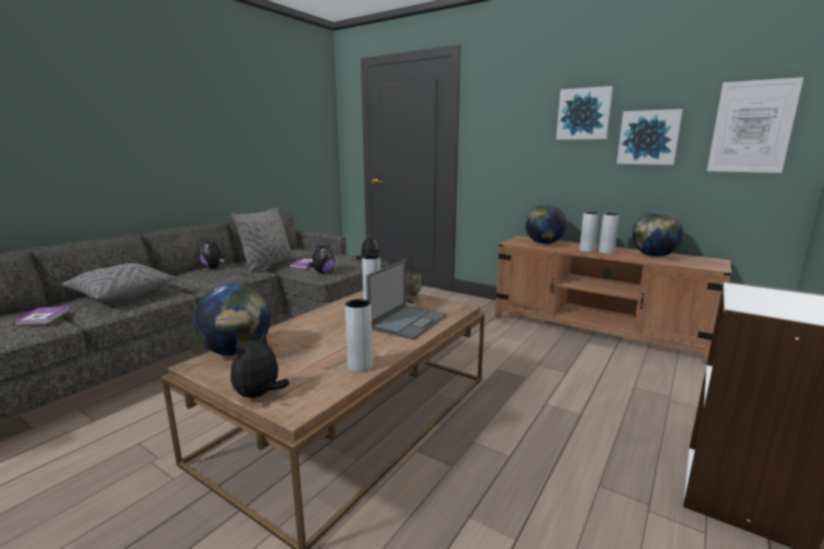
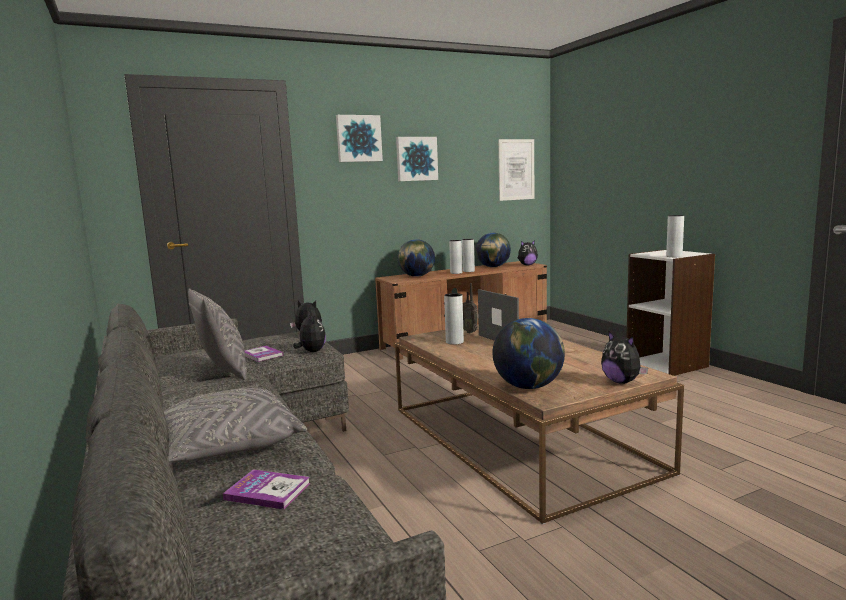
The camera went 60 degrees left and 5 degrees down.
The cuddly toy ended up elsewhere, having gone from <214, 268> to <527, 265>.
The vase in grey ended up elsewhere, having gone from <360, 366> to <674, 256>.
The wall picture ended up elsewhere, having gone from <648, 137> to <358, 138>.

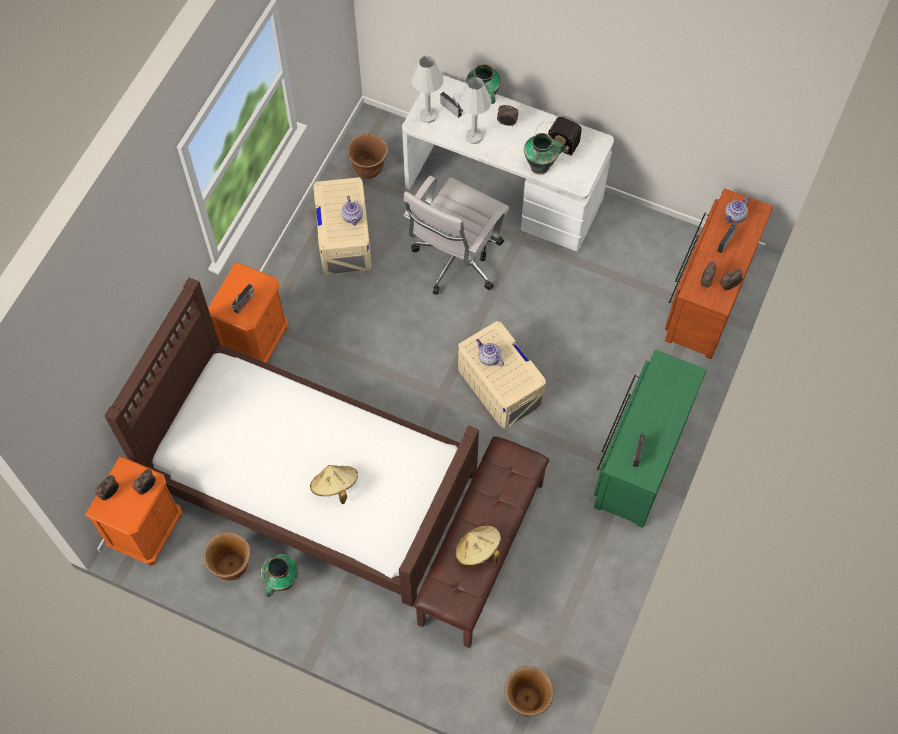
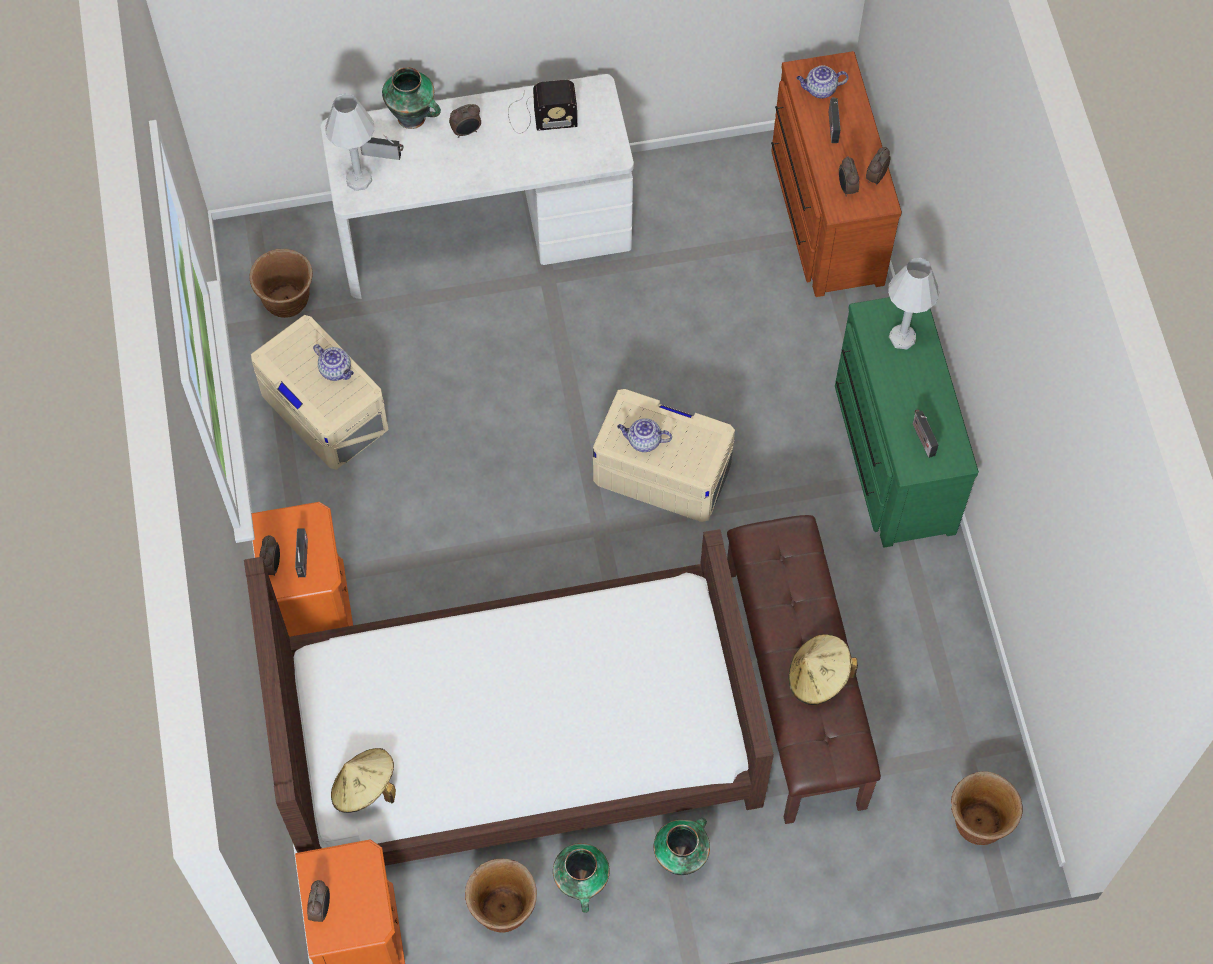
The camera went 35 degrees left and 0 degrees up.
The bedside clock ended up elsewhere, having gone from <147, 487> to <272, 565>.
The wearable hat in sand-coloured ended up elsewhere, having gone from <335, 487> to <364, 788>.
The second view lost the computer chair in whitish at <455, 262>.
The lamp for a table in whitish ended up elsewhere, having gone from <473, 137> to <902, 338>.
The vase ended up elsewhere, having gone from <541, 166> to <681, 859>.
The teapot at <734, 216> ended up facing another way, 75 degrees clockwise from before.

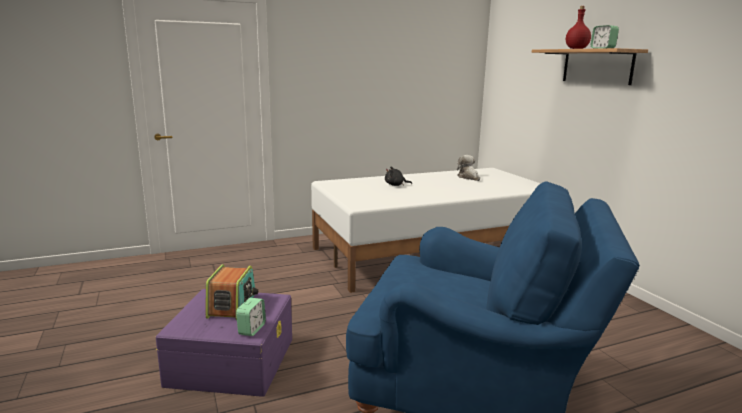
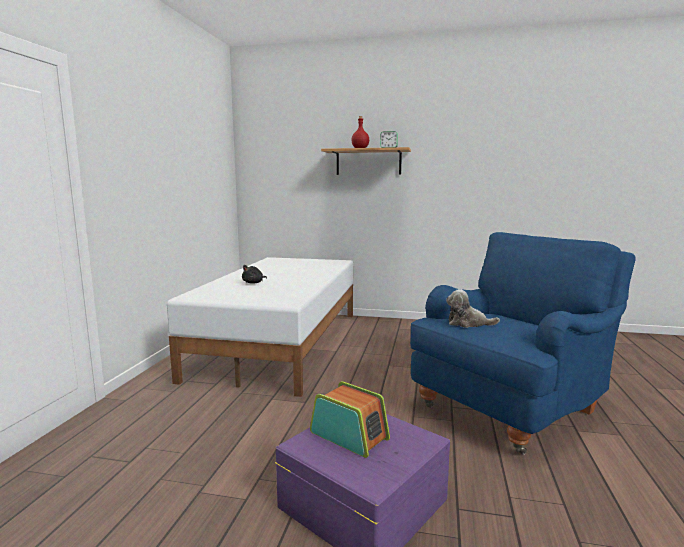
The camera went 55 degrees left and 5 degrees down.
The second view lost the bedside clock at <252, 329>.
The cuddly toy ended up elsewhere, having gone from <468, 177> to <468, 323>.

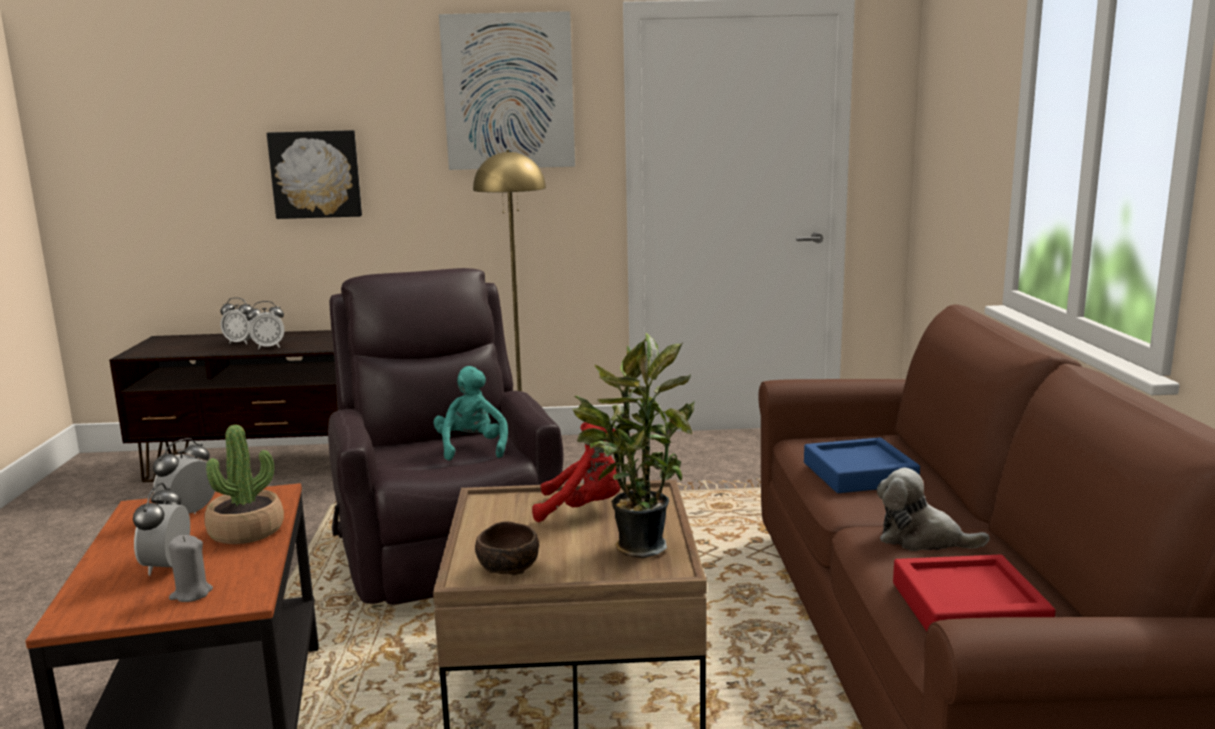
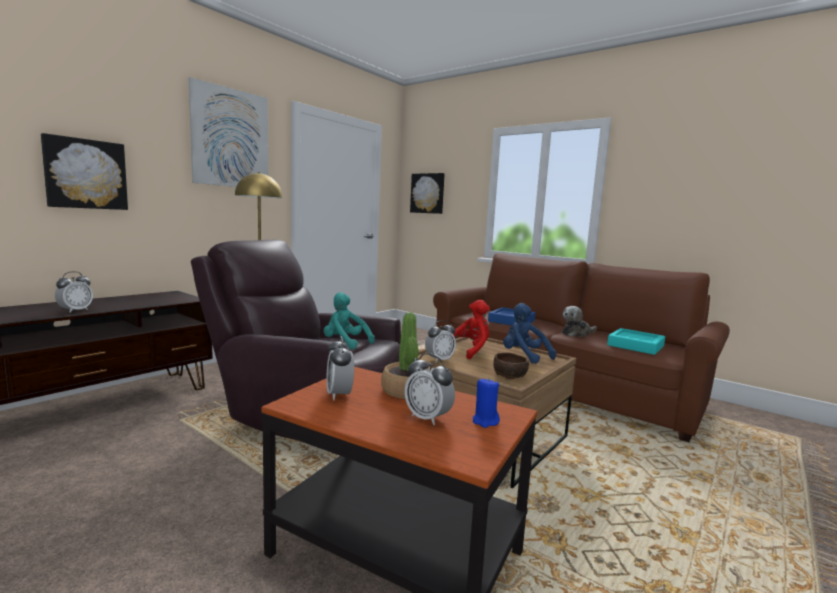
The camera went 50 degrees left and 5 degrees down.
What was the wax light in grey at <191, 594> turned into the wax light in blue-coloured at <485, 421>.
The bedside clock ended up elsewhere, having gone from <241, 343> to <439, 360>.
Where the plant in a pot stood at <636, 546>, the cuddly toy in blue-coloured came to stand at <524, 356>.
What was the tray in red-coloured at <968, 608> turned into the tray in turquoise at <635, 345>.
The second view gained the wall picture at <428, 193>.

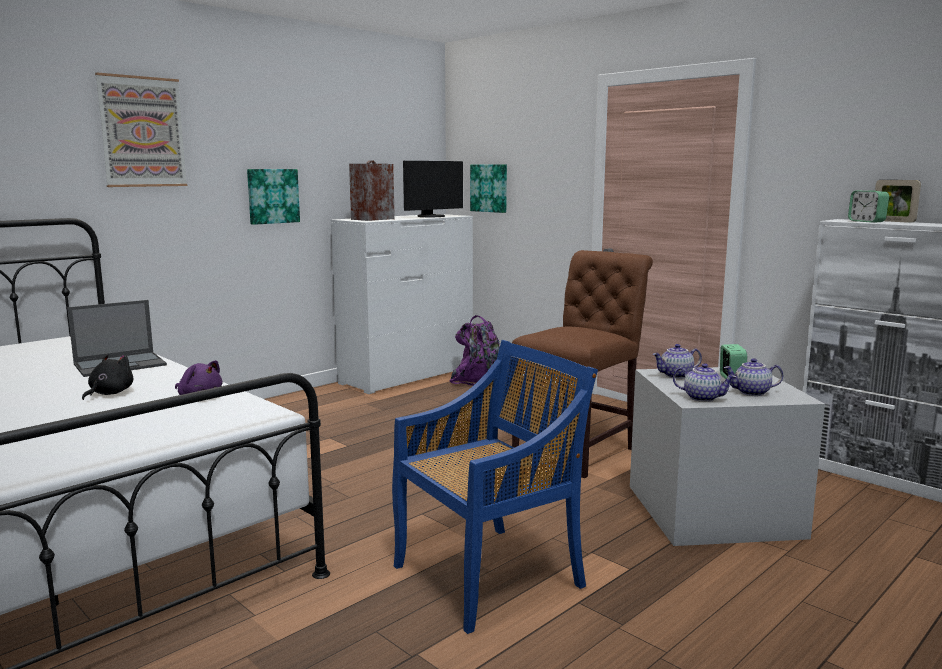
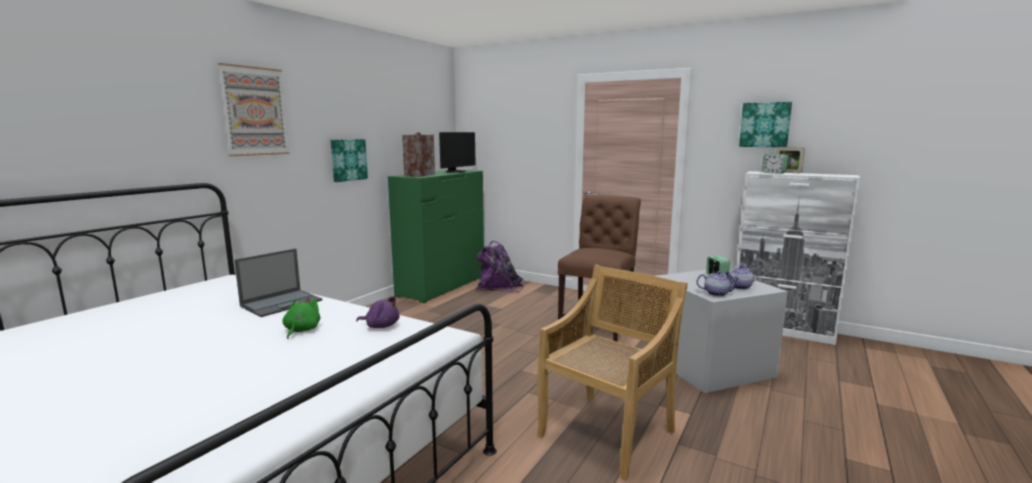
The camera went 15 degrees left and 0 degrees up.
What was the cuddly toy in black-coloured at <109, 393> turned into the cuddly toy in greenish at <301, 330>.
What was the drawer chest in whitish at <407, 376> turned into the drawer chest in greenish at <442, 286>.
What was the chair in blue-coloured at <490, 575> turned into the chair in sand-coloured at <607, 432>.
The wall picture ended up elsewhere, having gone from <489, 188> to <765, 125>.
The second view lost the teapot at <676, 376>.

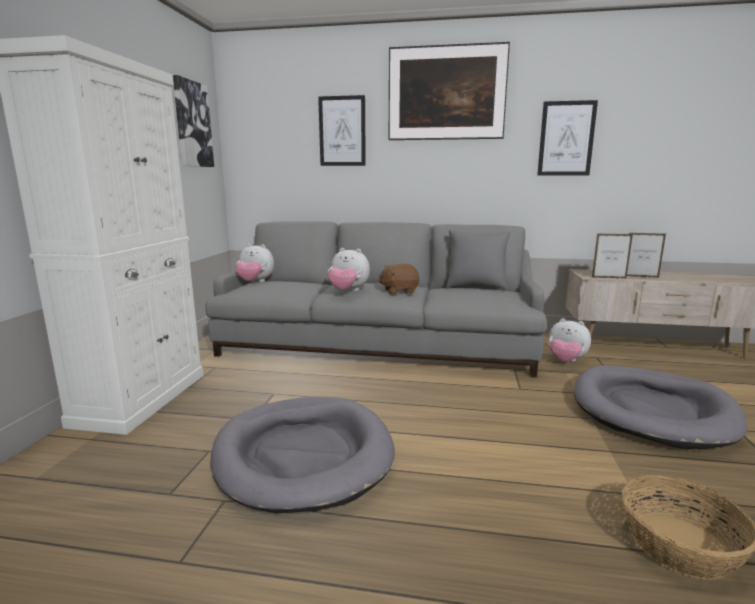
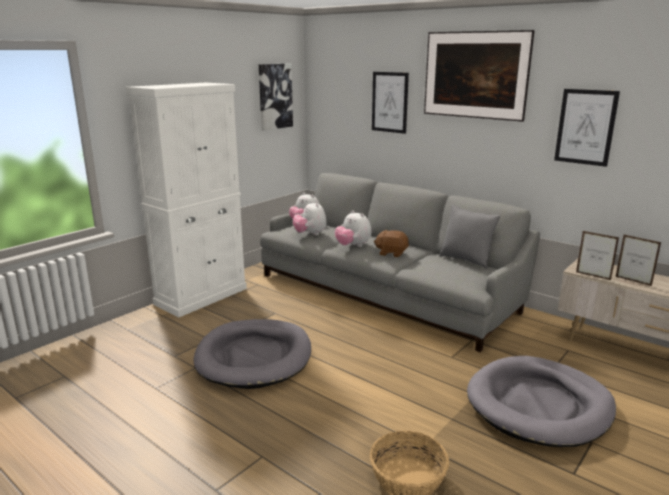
The camera went 30 degrees right and 5 degrees up.
The cuddly toy ended up elsewhere, having gone from <566, 361> to <310, 234>.

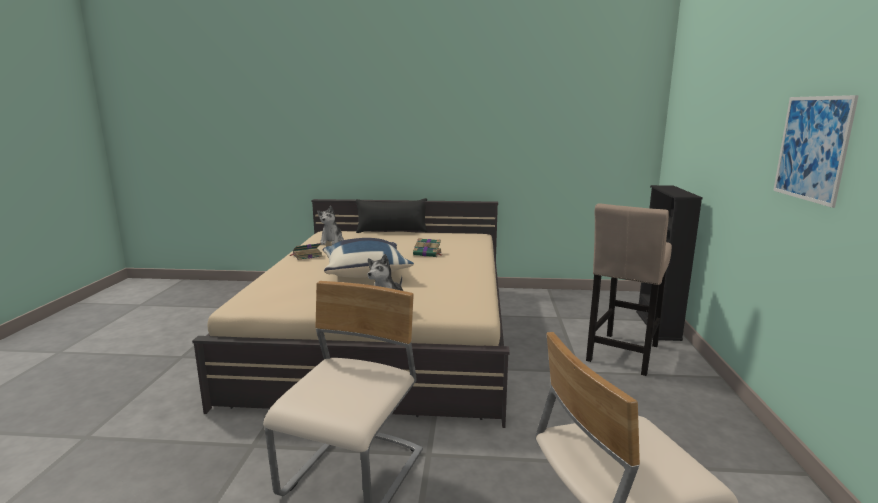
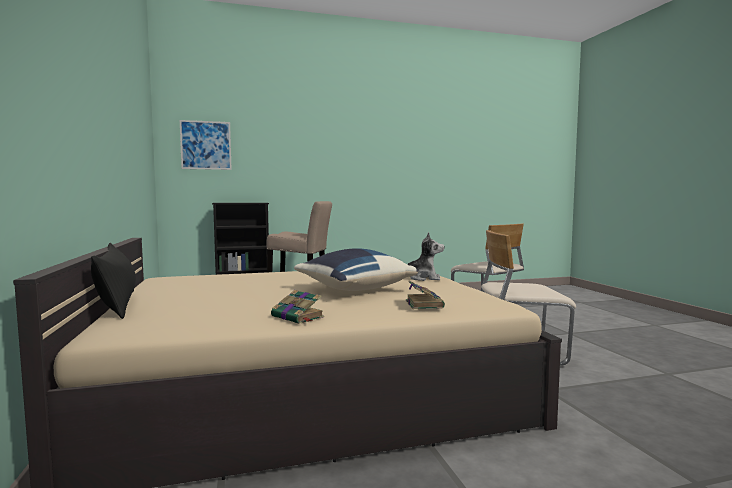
The camera went 110 degrees left and 10 degrees down.
The second view lost the cuddly toy at <332, 241>.
The book ended up elsewhere, having gone from <428, 254> to <424, 304>.
The wall picture ended up elsewhere, having gone from <812, 148> to <206, 145>.

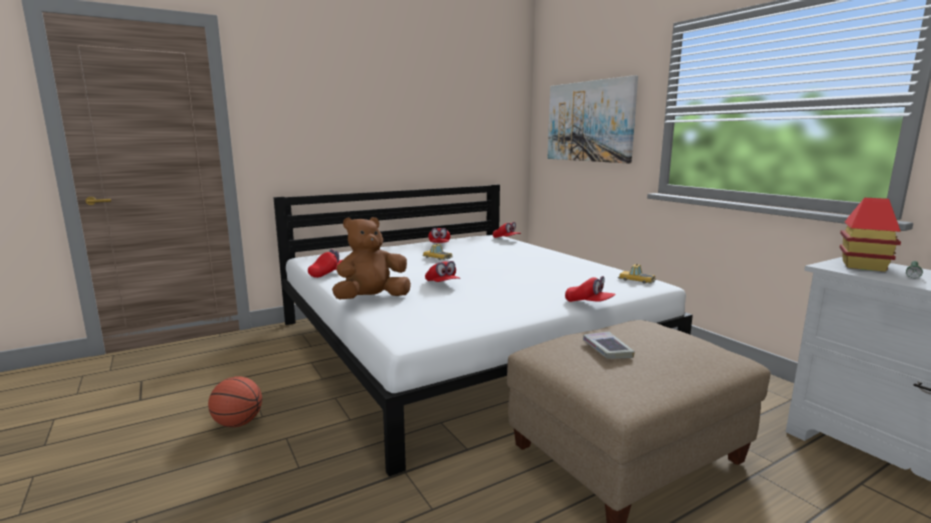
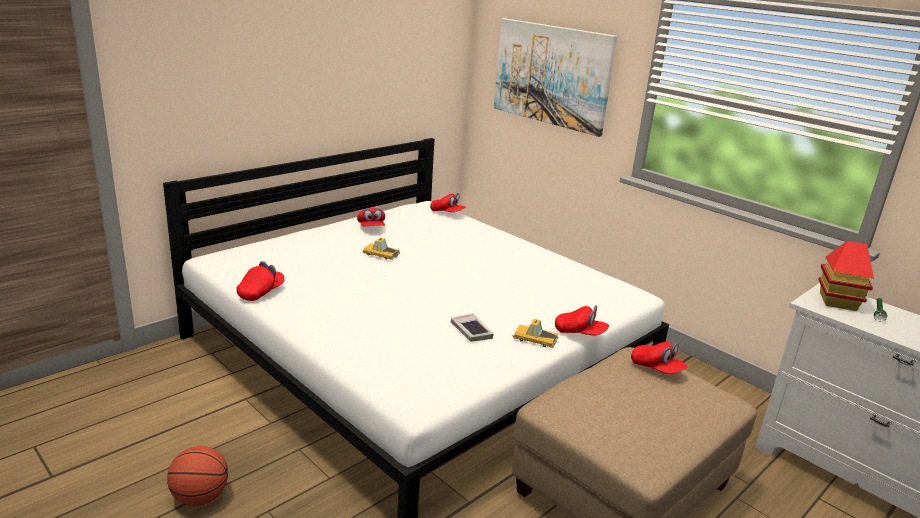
The camera went 15 degrees left and 10 degrees up.
The second view lost the cuddly toy in brown at <372, 299>.
The baseball cap in red-coloured ended up elsewhere, having gone from <442, 284> to <656, 369>.
The book ended up elsewhere, having gone from <607, 349> to <471, 331>.
The model car ended up elsewhere, having gone from <636, 280> to <534, 338>.

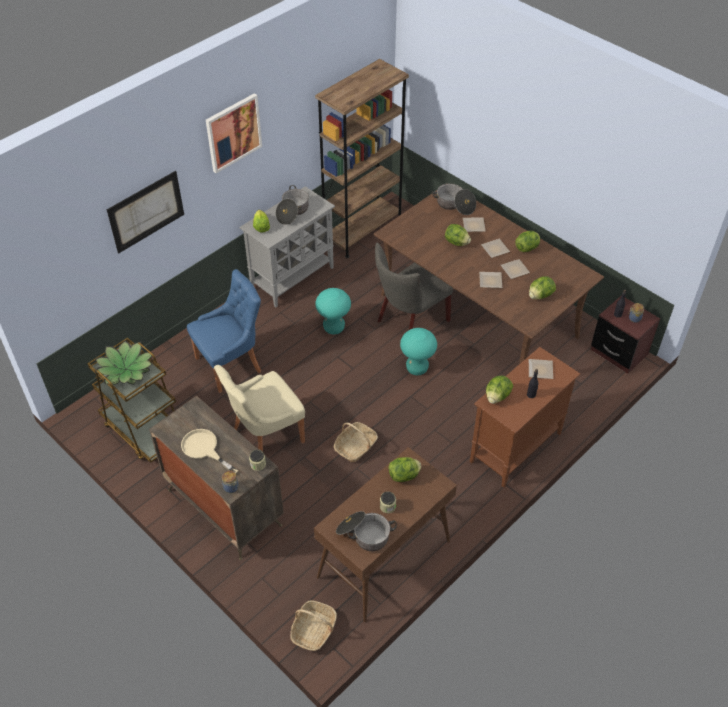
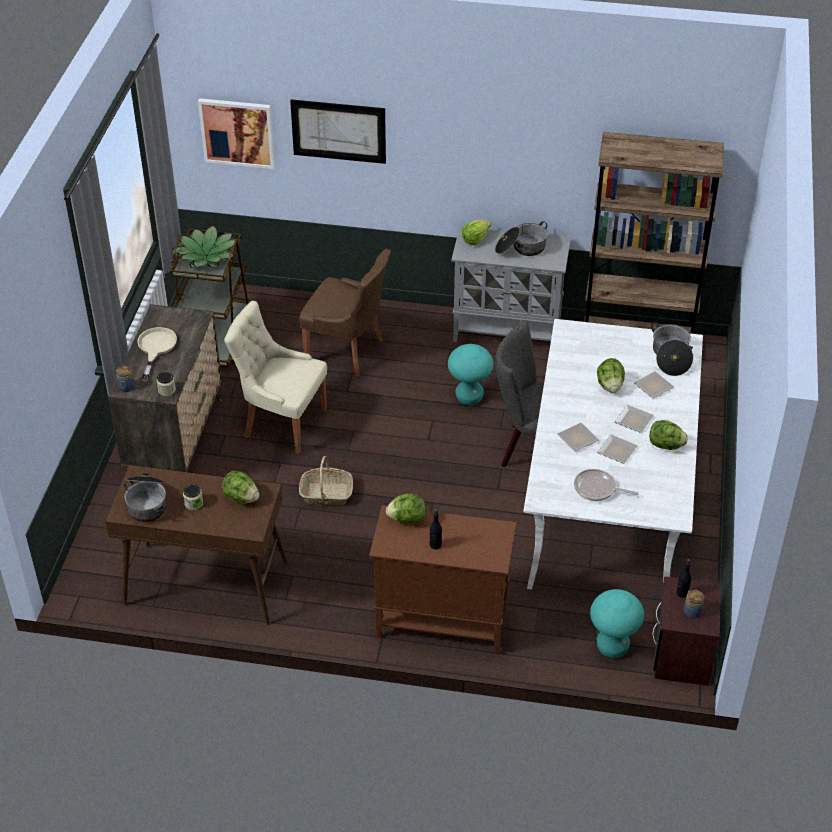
The camera went 55 degrees right and 5 degrees down.
What was the chair in blue-coloured at <231, 364> turned into the chair in brown at <347, 351>.
The wall picture ended up elsewhere, having gone from <233, 132> to <237, 132>.
The second view lost the basket at <314, 630>.
What was the kitchen table in brown at <479, 315> turned into the kitchen table in whitish at <608, 502>.
The sitting stool in turquoise ended up elsewhere, having gone from <417, 368> to <612, 647>.
Where the lettuce stood at <540, 296>, the skillet came to stand at <597, 489>.
The second view lost the flat dish at <541, 369>.

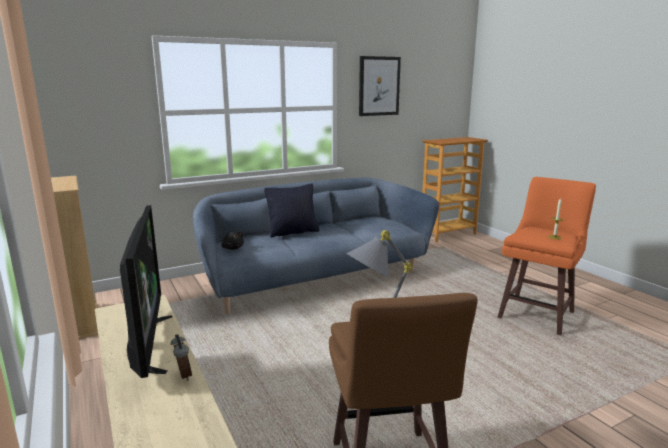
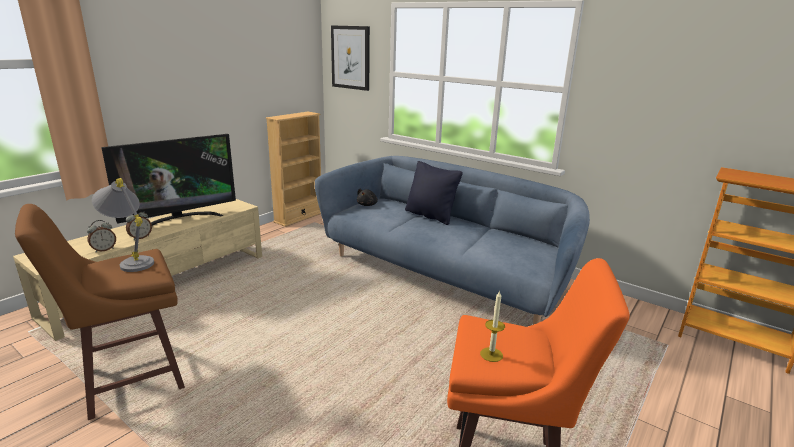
The camera went 65 degrees right and 5 degrees up.
The wall picture ended up elsewhere, having gone from <379, 86> to <351, 57>.
The second view gained the bedside clock at <104, 249>.

